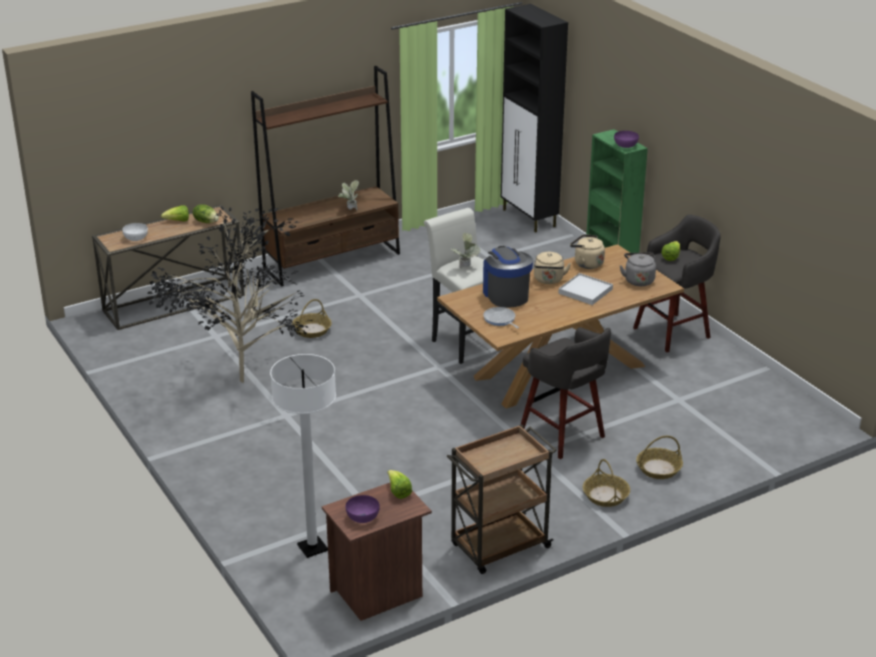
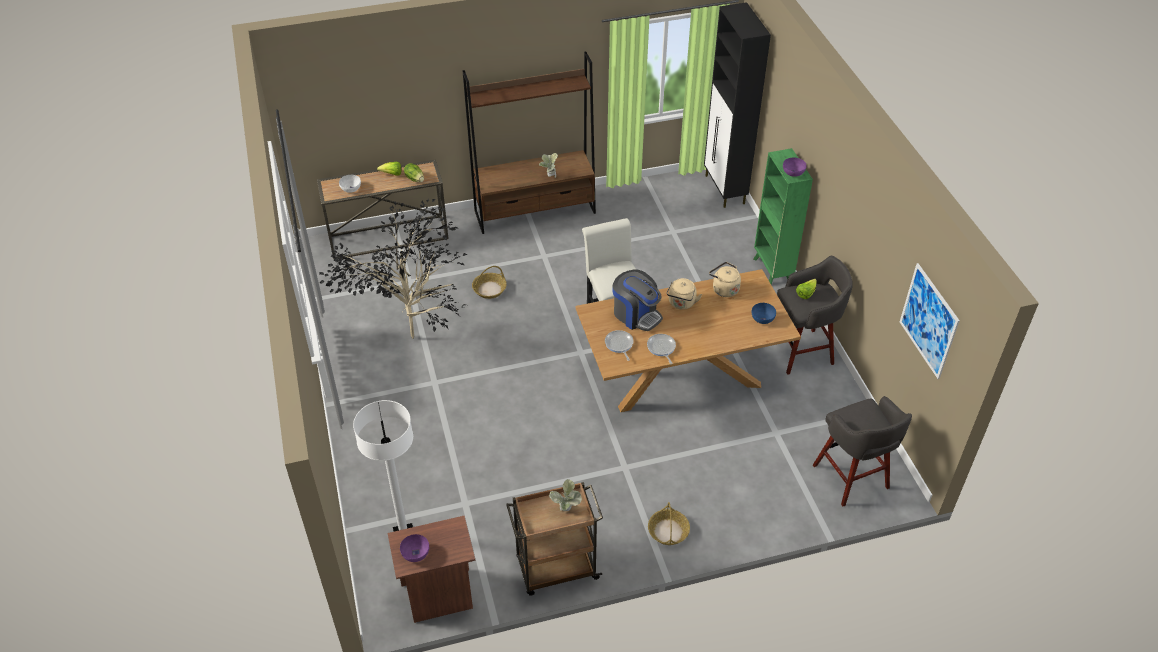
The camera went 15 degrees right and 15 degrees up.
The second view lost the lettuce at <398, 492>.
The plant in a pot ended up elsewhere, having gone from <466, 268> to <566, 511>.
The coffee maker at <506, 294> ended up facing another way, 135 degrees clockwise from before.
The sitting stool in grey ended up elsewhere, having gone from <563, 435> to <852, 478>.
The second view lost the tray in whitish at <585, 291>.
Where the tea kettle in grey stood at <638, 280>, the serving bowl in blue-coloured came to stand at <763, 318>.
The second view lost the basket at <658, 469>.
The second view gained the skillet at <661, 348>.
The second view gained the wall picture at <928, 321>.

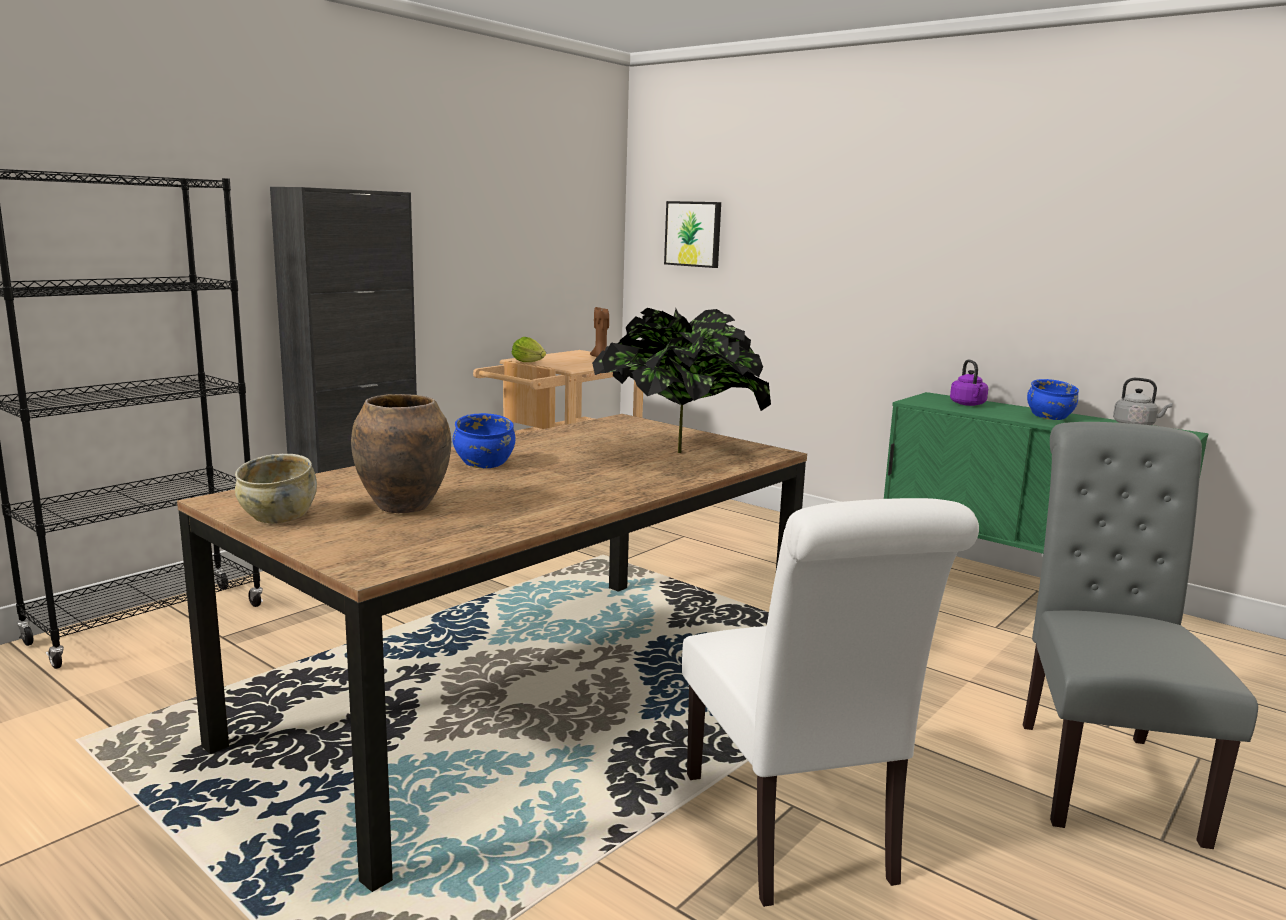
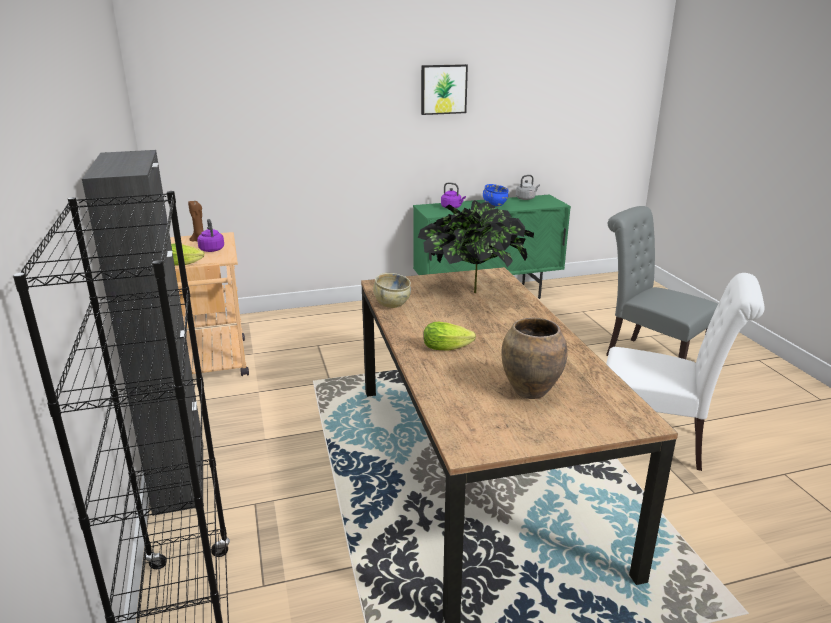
The camera went 55 degrees left and 10 degrees up.
The serving bowl in sand-coloured ended up elsewhere, having gone from <278, 516> to <392, 303>.
Where the serving bowl in blue-coloured stood at <484, 463>, the lettuce came to stand at <449, 347>.
The wall picture ended up elsewhere, having gone from <693, 234> to <443, 89>.
The second view gained the tea kettle in purple-coloured at <211, 249>.

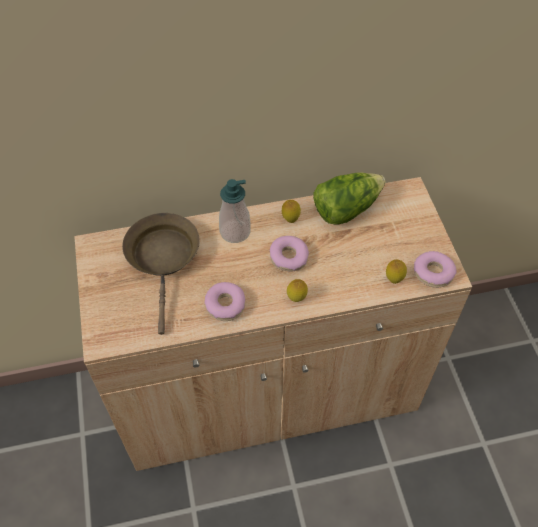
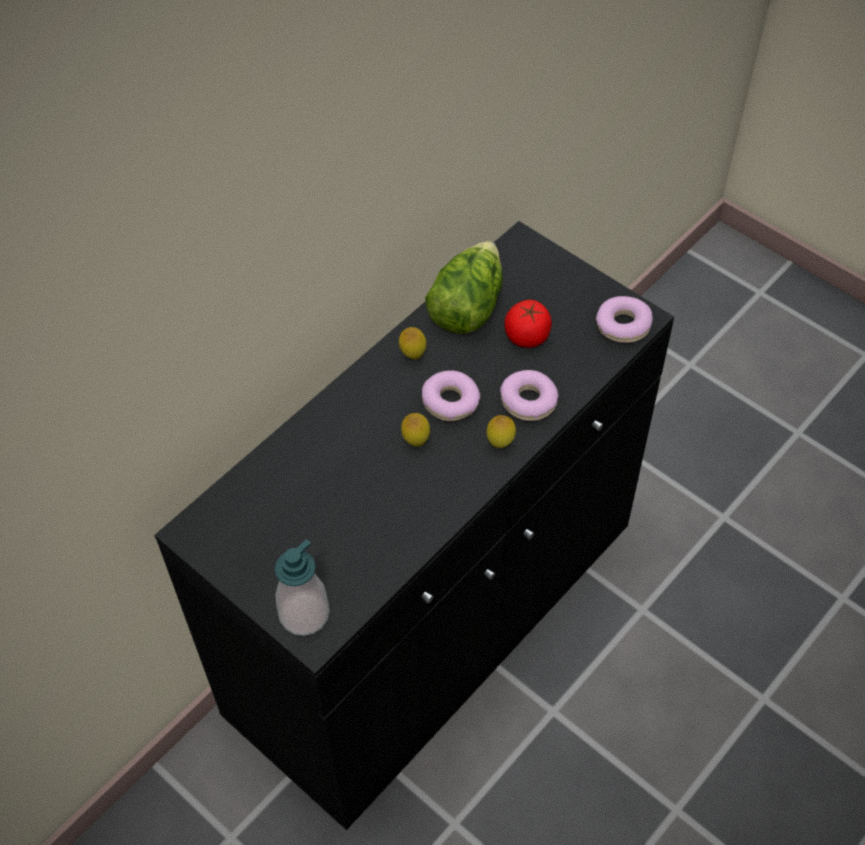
The camera went 35 degrees left and 0 degrees up.
What was the cupboard in sand-coloured at <268, 391> turned into the cupboard in black-coloured at <434, 620>.
The second view lost the skillet in brown at <163, 258>.
The donut ended up elsewhere, having gone from <225, 305> to <528, 401>.
The soap dispenser ended up elsewhere, having gone from <235, 232> to <304, 614>.
The lemon ended up elsewhere, having gone from <394, 279> to <416, 441>.
The second view gained the whole tomato at <527, 336>.

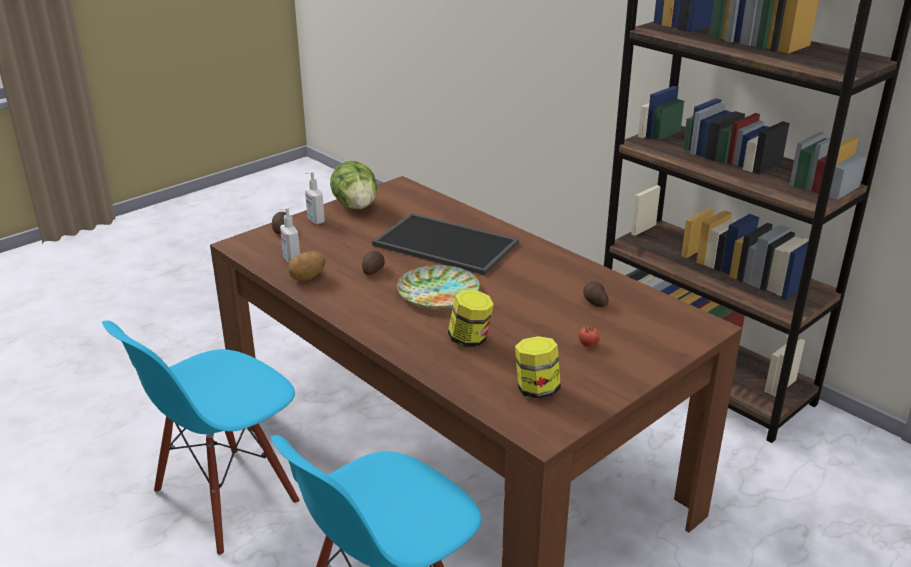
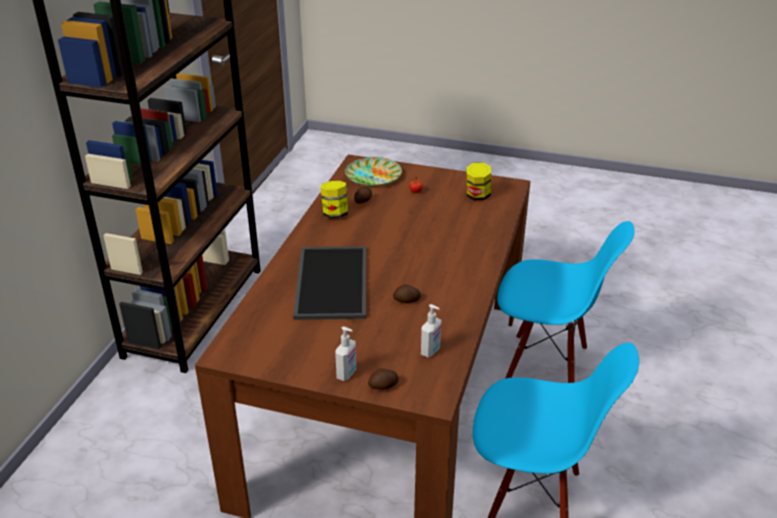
The camera went 120 degrees left and 5 degrees up.
The second view lost the spud at <308, 278>.
The second view lost the lettuce at <356, 206>.
The flat dish ended up elsewhere, having gone from <438, 292> to <373, 176>.
The storage jar ended up elsewhere, having gone from <470, 340> to <335, 214>.

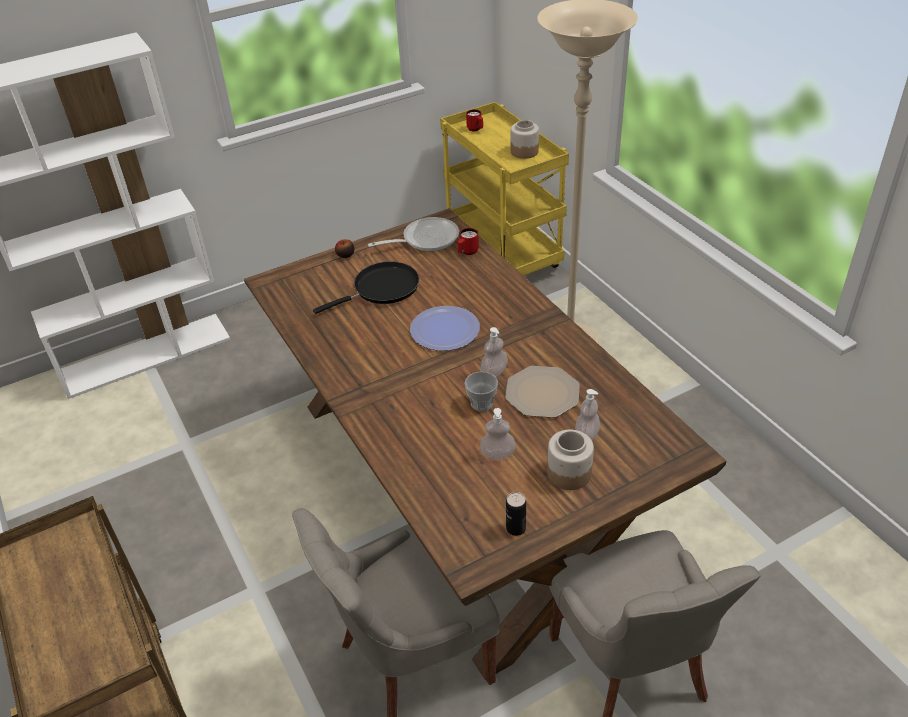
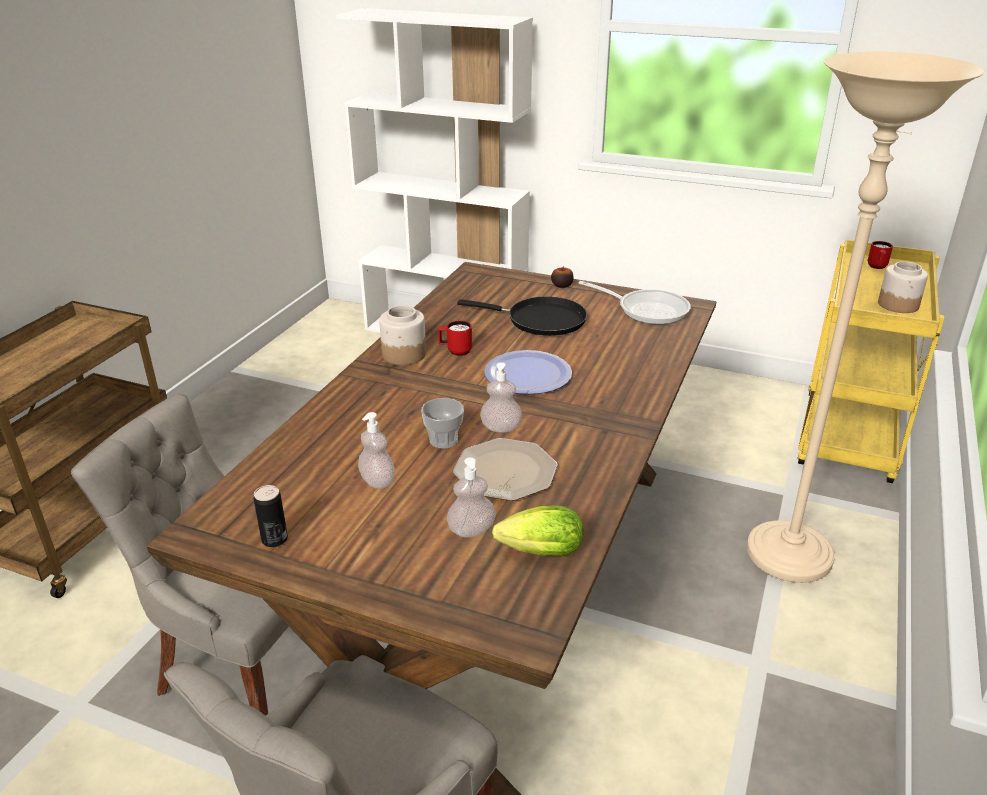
The camera went 50 degrees right and 10 degrees down.
The tea mug in red-coloured ended up elsewhere, having gone from <467, 252> to <455, 351>.
The storage jar ended up elsewhere, having gone from <568, 474> to <403, 354>.
The second view gained the lettuce at <536, 552>.

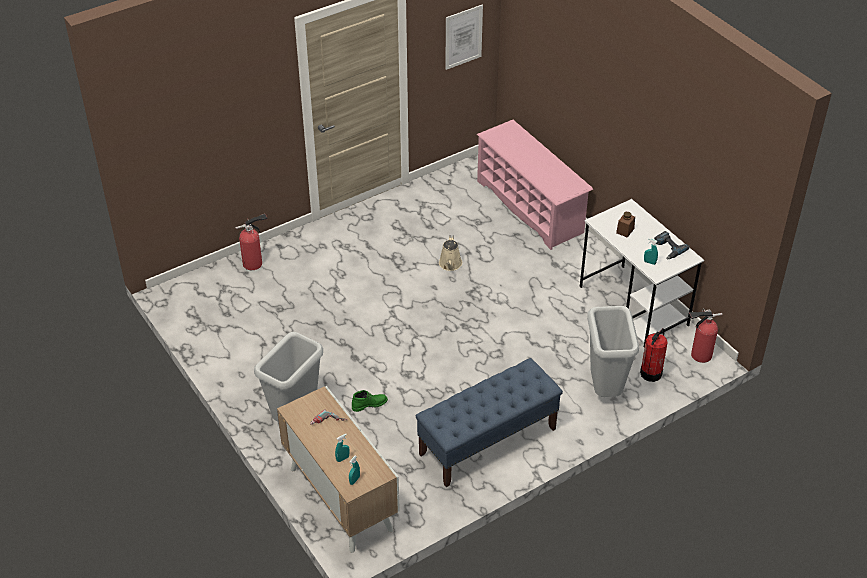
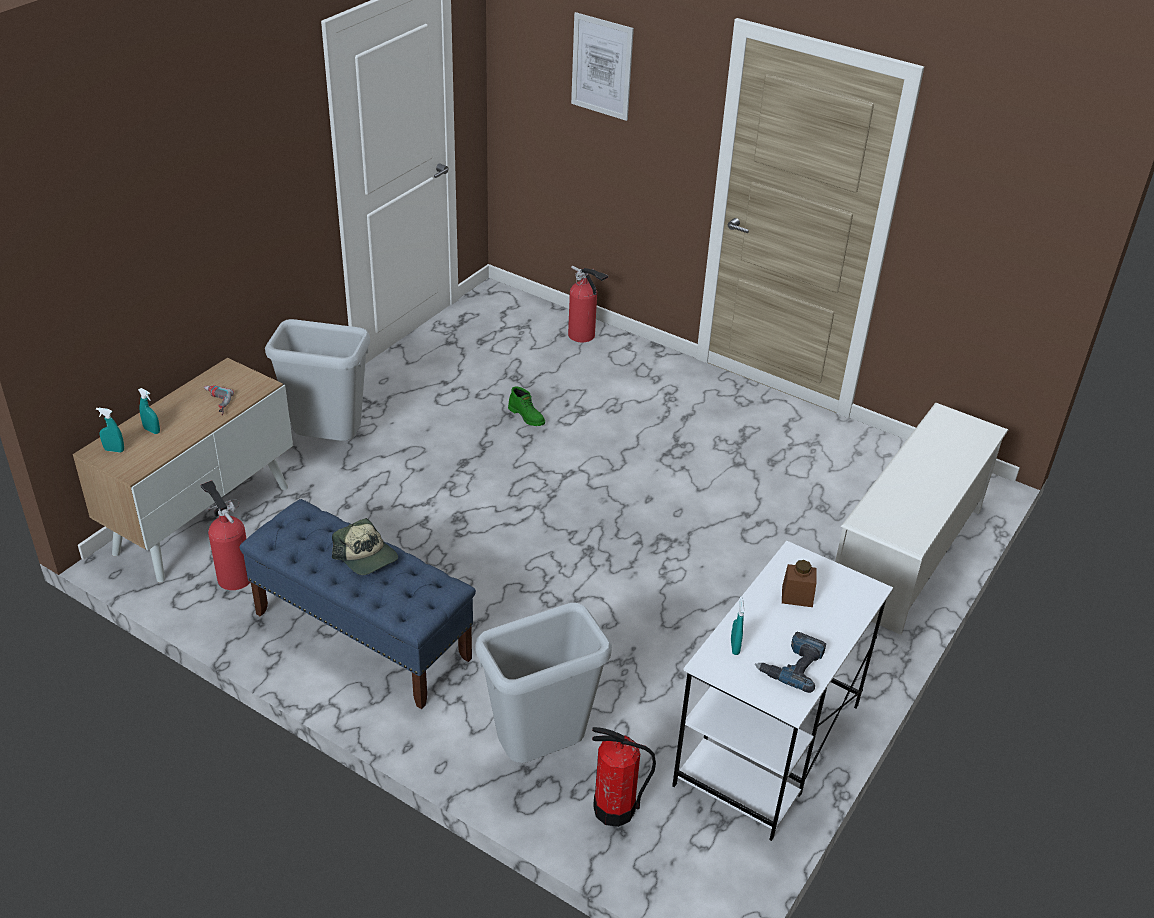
The camera went 65 degrees right and 5 degrees down.
The tall boot in greenish ended up elsewhere, having gone from <369, 404> to <527, 416>.
The second view lost the watering can in sand-coloured at <450, 264>.
The wall picture ended up elsewhere, having gone from <463, 37> to <602, 66>.
What was the shoe rack in pink at <530, 207> turned into the shoe rack in whitish at <907, 555>.
The fire extinguisher ended up elsewhere, having gone from <699, 355> to <233, 575>.
The second view gained the baseball cap at <366, 556>.

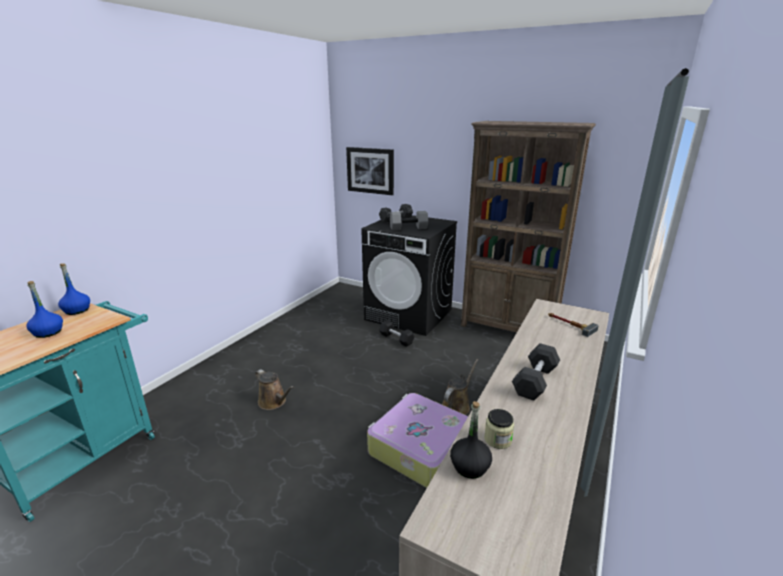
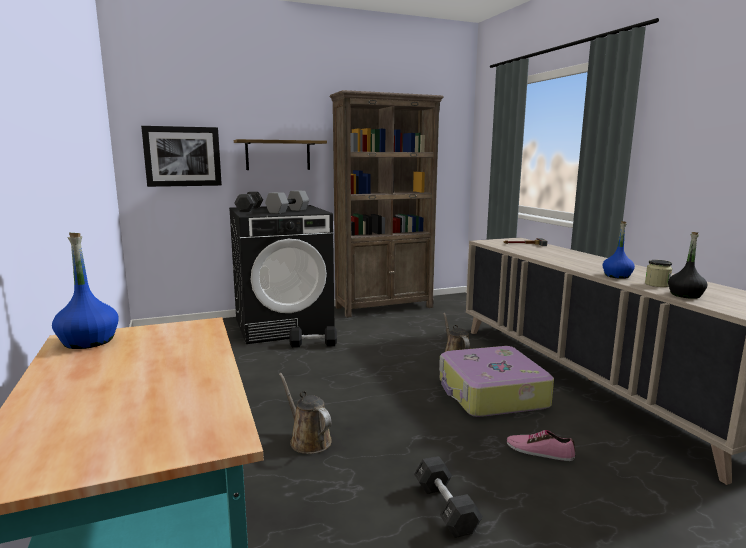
The camera went 50 degrees left and 10 degrees down.
The beverage bottle in blue-coloured ended up elsewhere, having gone from <48, 332> to <617, 276>.
The watering can in brown at <274, 402> ended up facing another way, 120 degrees counterclockwise from before.
The dumbbell in black-coloured ended up elsewhere, having gone from <535, 381> to <445, 508>.
The second view gained the shelf at <278, 155>.
The second view gained the low shoe at <539, 451>.

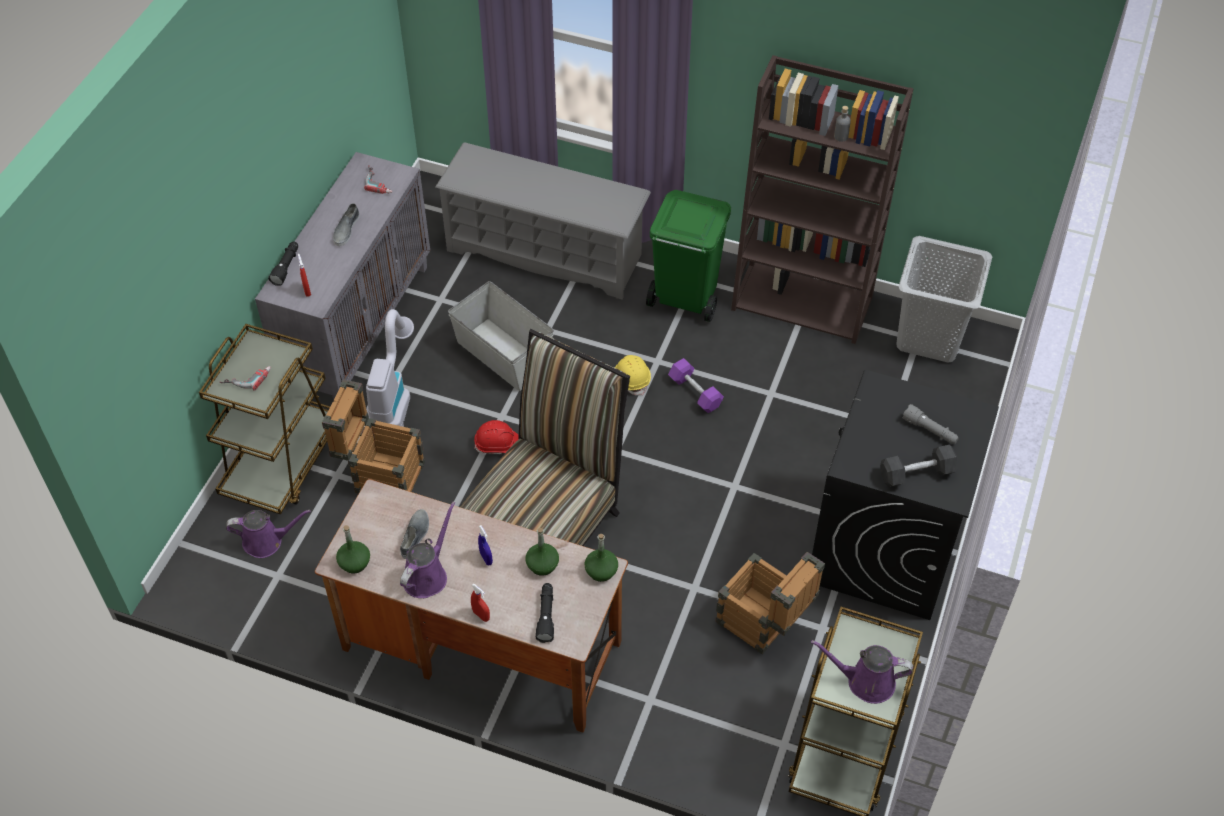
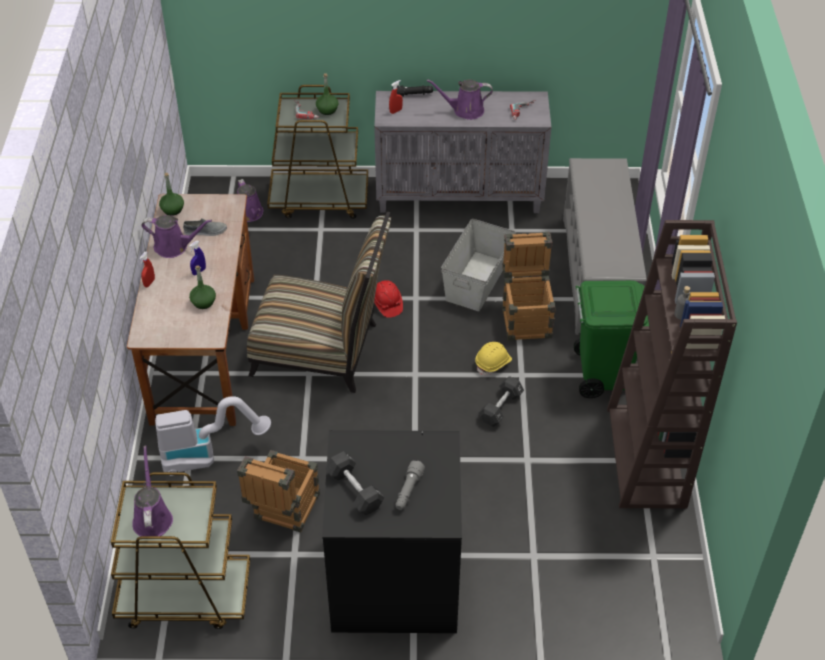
The camera went 70 degrees right and 5 degrees down.
The crate ended up elsewhere, having gone from <381, 475> to <526, 317>.
Where the low shoe in grey stood at <346, 229>, the watering can in purple-coloured came to stand at <465, 110>.
The hoover ended up elsewhere, having gone from <392, 396> to <207, 455>.
The second view lost the hand torch in black-coloured at <546, 615>.
The beverage bottle in greenish ended up elsewhere, having gone from <601, 571> to <327, 110>.
What was the dumbbell in purple-coloured at <695, 392> turned into the dumbbell in black-coloured at <501, 408>.
The second view lost the washing basket in grey at <929, 336>.

